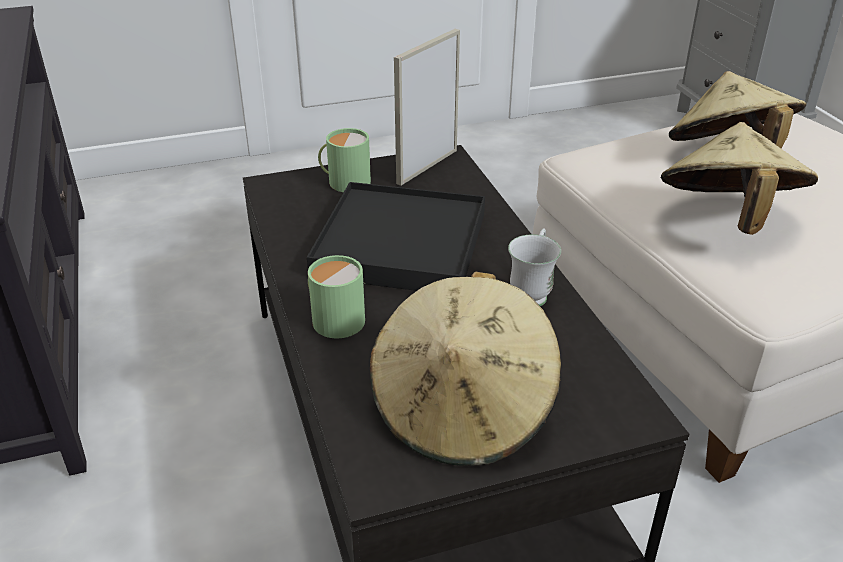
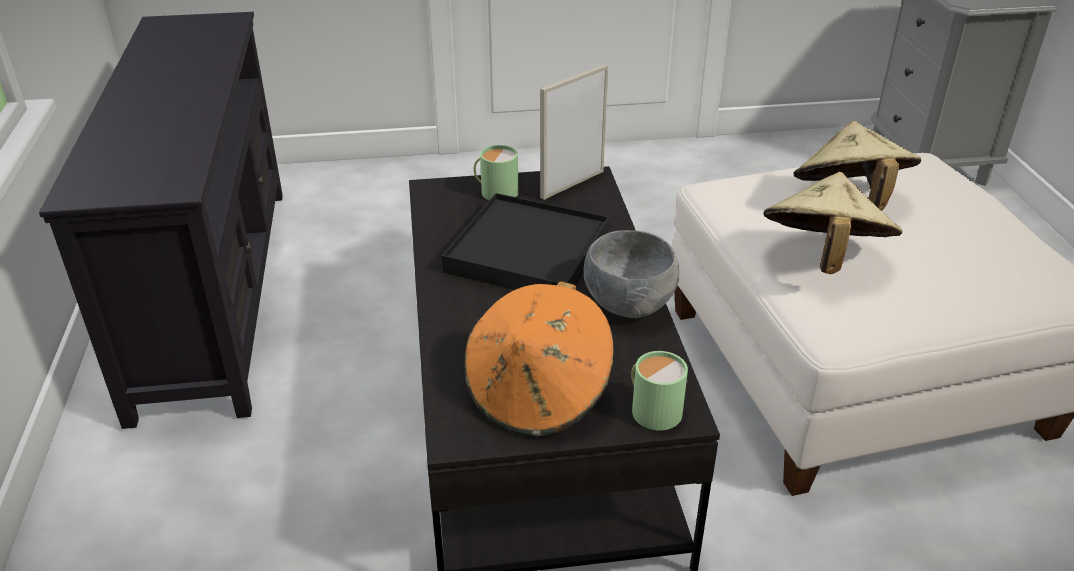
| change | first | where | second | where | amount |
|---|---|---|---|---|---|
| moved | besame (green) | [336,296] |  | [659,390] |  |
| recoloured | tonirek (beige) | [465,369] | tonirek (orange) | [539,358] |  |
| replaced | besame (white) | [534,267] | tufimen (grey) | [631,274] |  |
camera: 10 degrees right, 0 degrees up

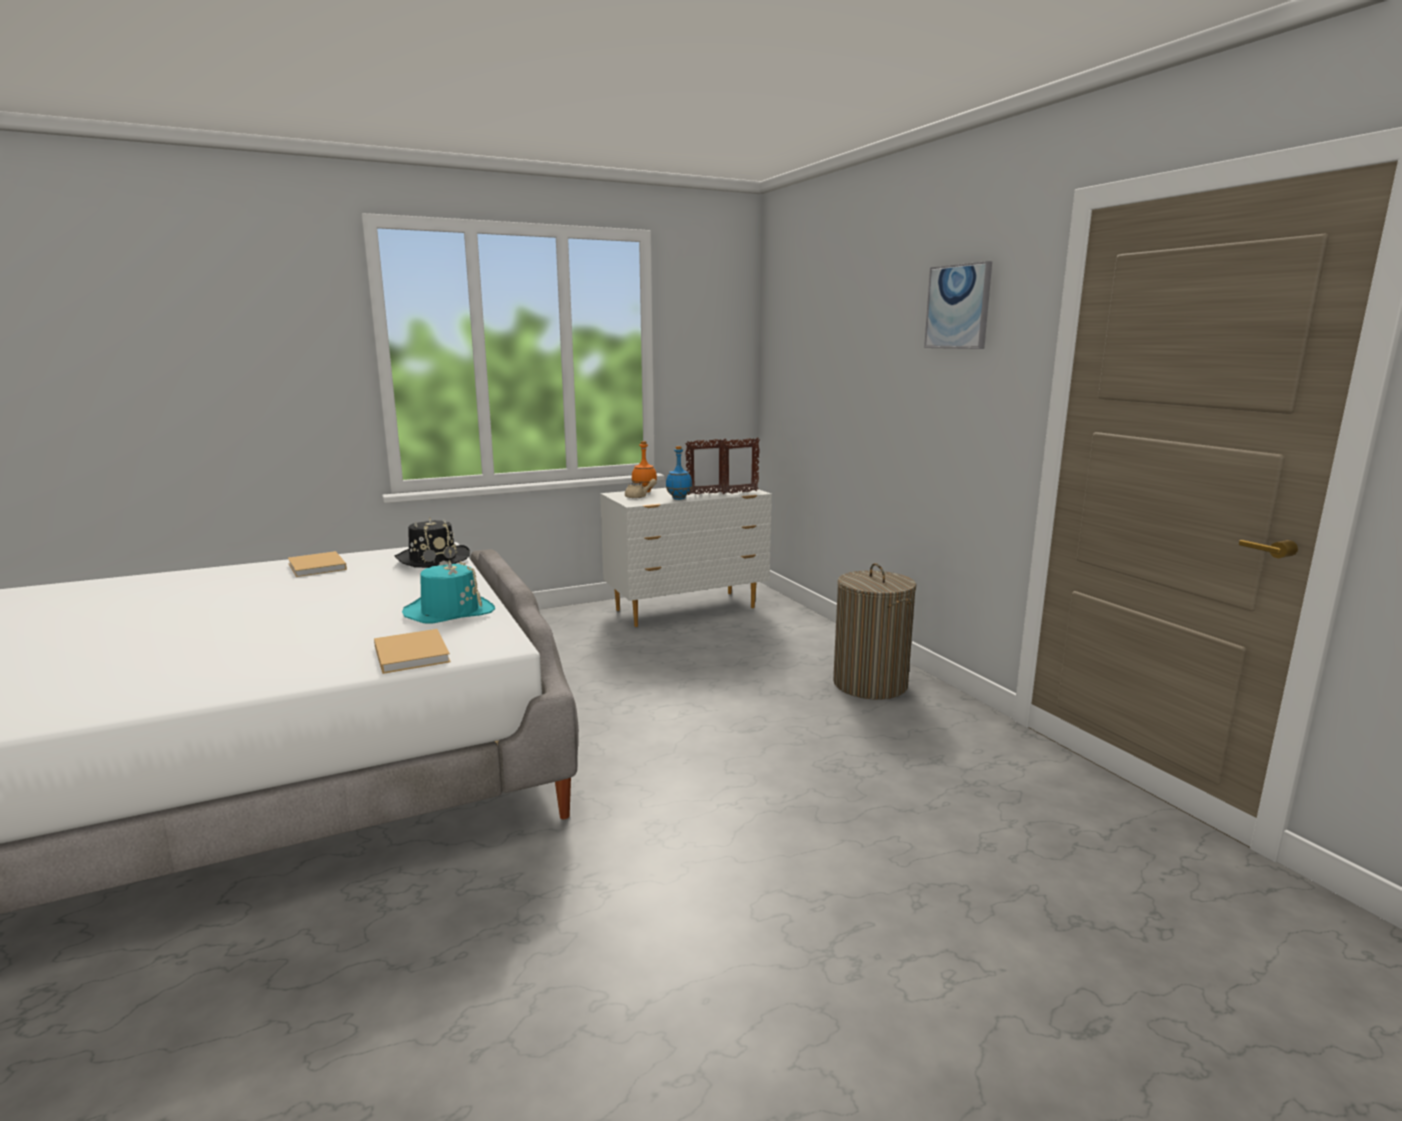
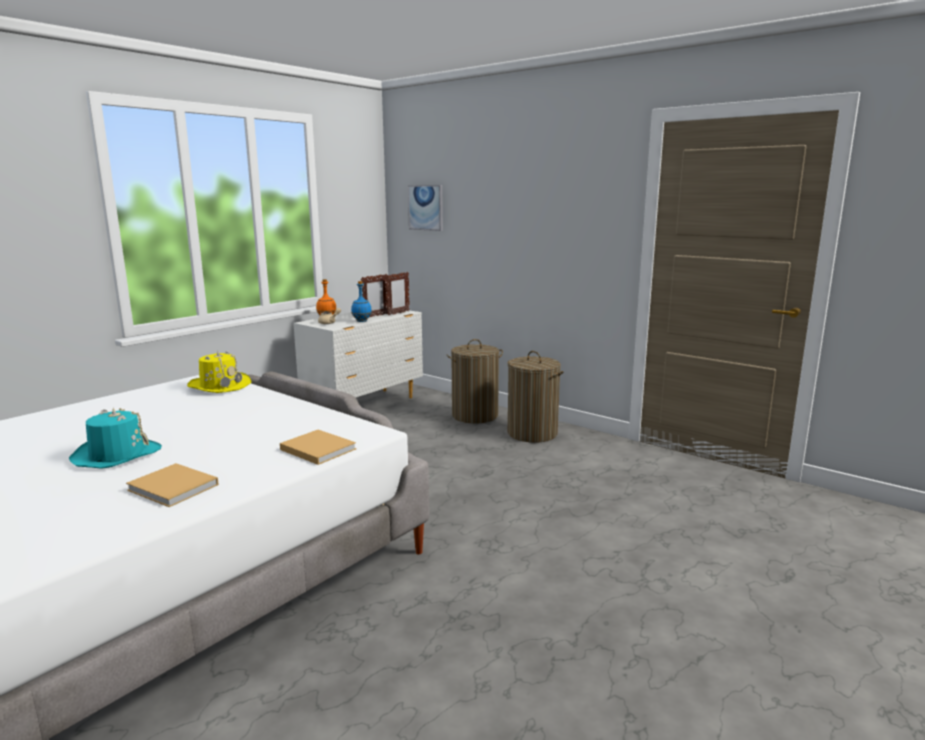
| change | first | where | second | where | amount |
|---|---|---|---|---|---|
| moved | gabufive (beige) | [317,564] |  | [172,485] |  |
| recoloured | tonirek (black) | [432,543] | tonirek (yellow) | [219,372] |  |
| moved | tonirek (turquoise) | [448,592] |  | [115,438] |  |
| moved | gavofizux | [958,305] |  | [425,208] |  |
| added |  |  | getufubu | [474,381] |  |
camera: 25 degrees left, 0 degrees up

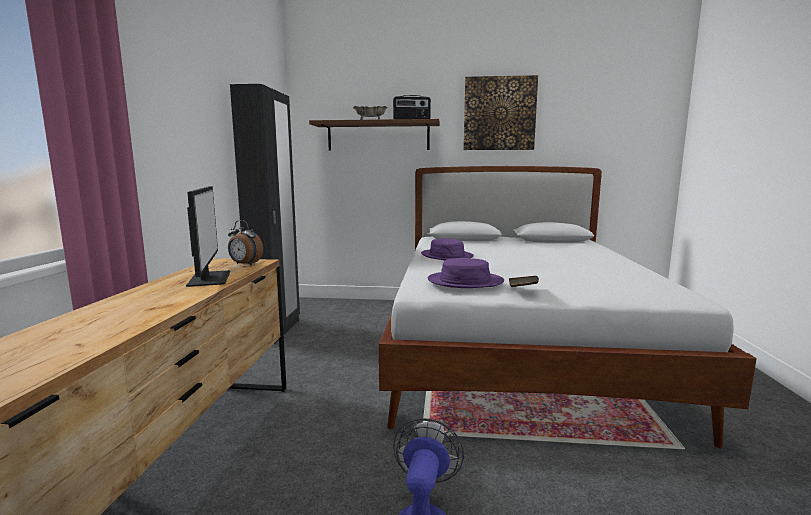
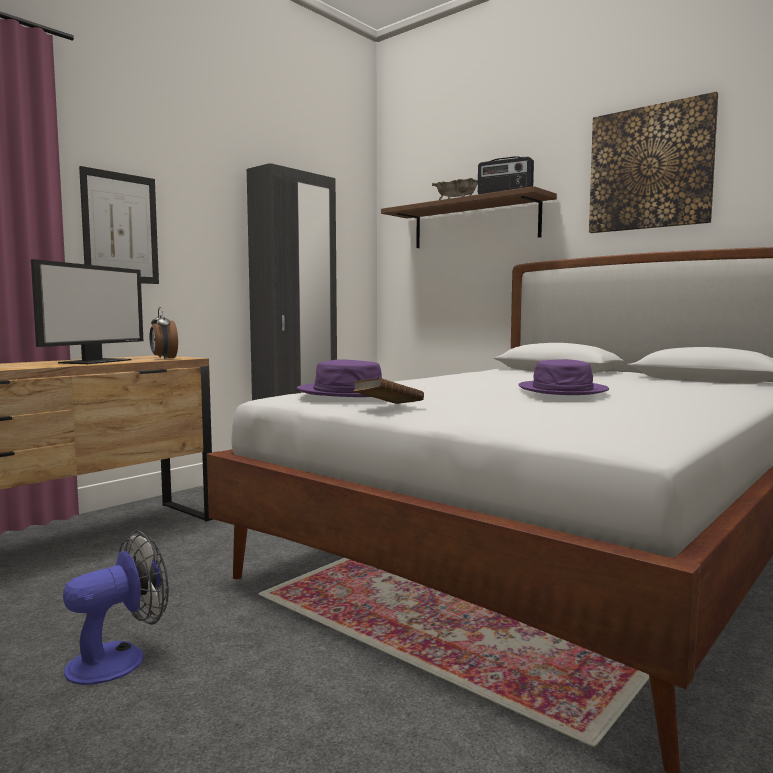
| change | first | where | second | where | amount |
|---|---|---|---|---|---|
| moved | tonirek (purple) | [447,249] |  | [563,377] |  |
| added |  |  | gavofizux | [119,225] |  |
camera: 35 degrees right, 5 degrees down

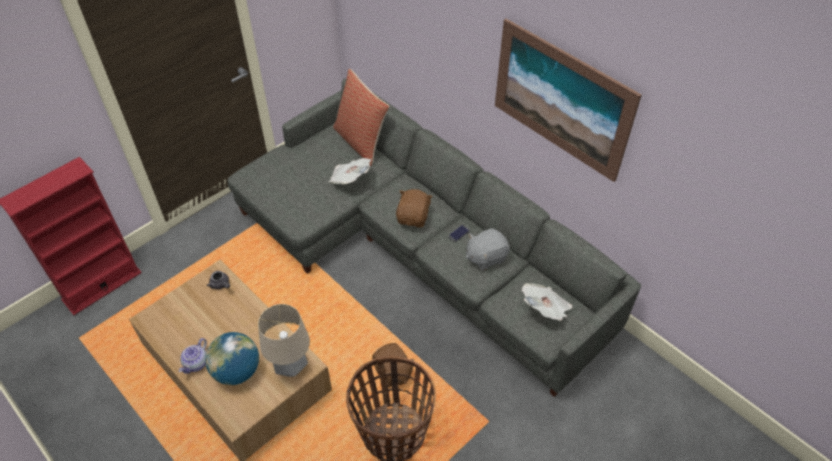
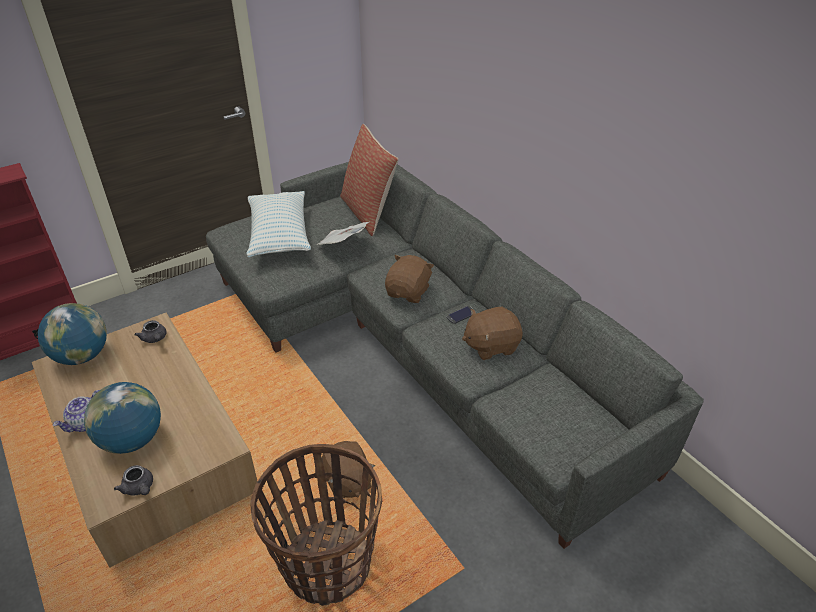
| change | first | where | second | where | amount |
|---|---|---|---|---|---|
| removed | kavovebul | [284,340] |  |  |  |
| recoloured | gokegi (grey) | [488,249] | gokegi (brown) | [492,333] |  |
| removed | gavofizux | [568,100] |  |  |  |
| removed | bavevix | [547,302] |  |  |  |
| added |  |  | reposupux | [72,334] |  |
| added |  |  | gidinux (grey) | [133,480] |  |
| added |  |  | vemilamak | [278,224] |  |
camera: 10 degrees right, 10 degrees down

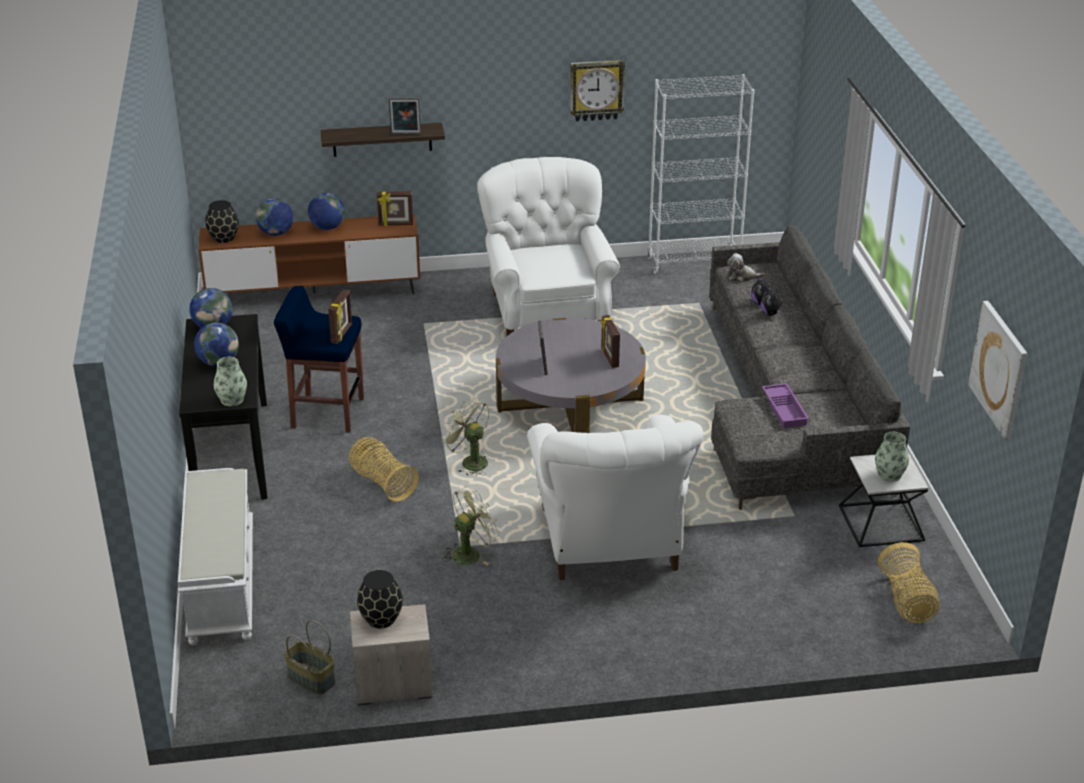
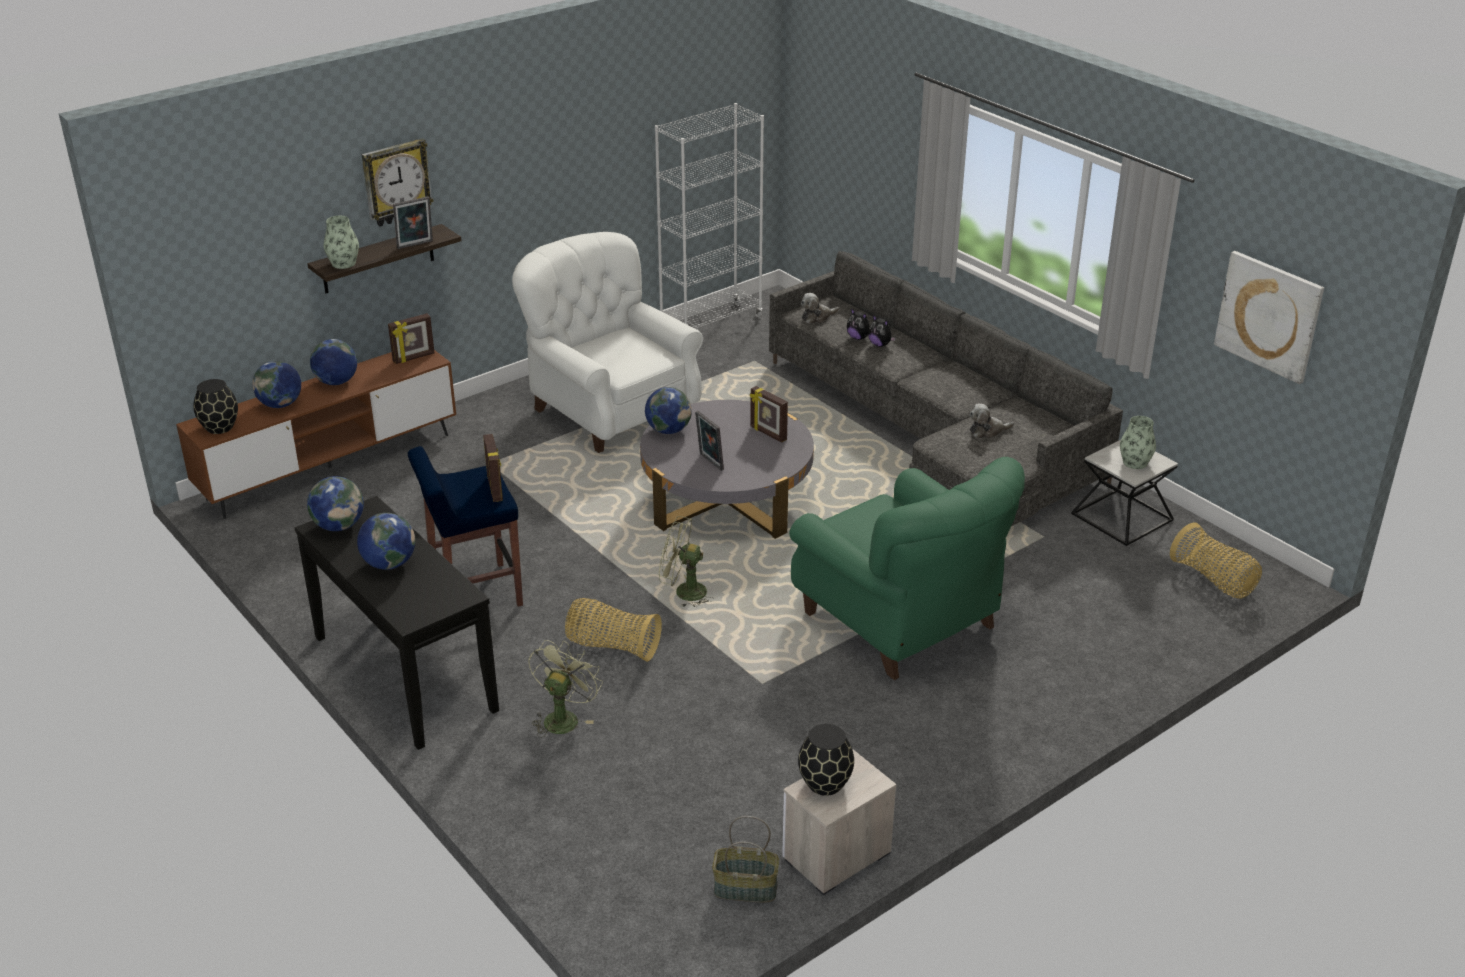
| change | first | where | second | where | amount |
|---|---|---|---|---|---|
| removed | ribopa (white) | [215,556] |  |  |  |
| moved | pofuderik | [230,381] |  | [341,242] |  |
| moved | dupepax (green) | [472,525] |  | [565,689] |  |
| recoloured | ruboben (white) | [615,497] | ruboben (green) | [907,568] |  |
| moved | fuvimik | [597,90] |  | [398,182] |  |
| replaced | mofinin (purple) | [785,405] | gokegi | [992,421] |  |
| added |  |  | reposupux | [668,410] |  |
camera: 30 degrees left, 0 degrees up

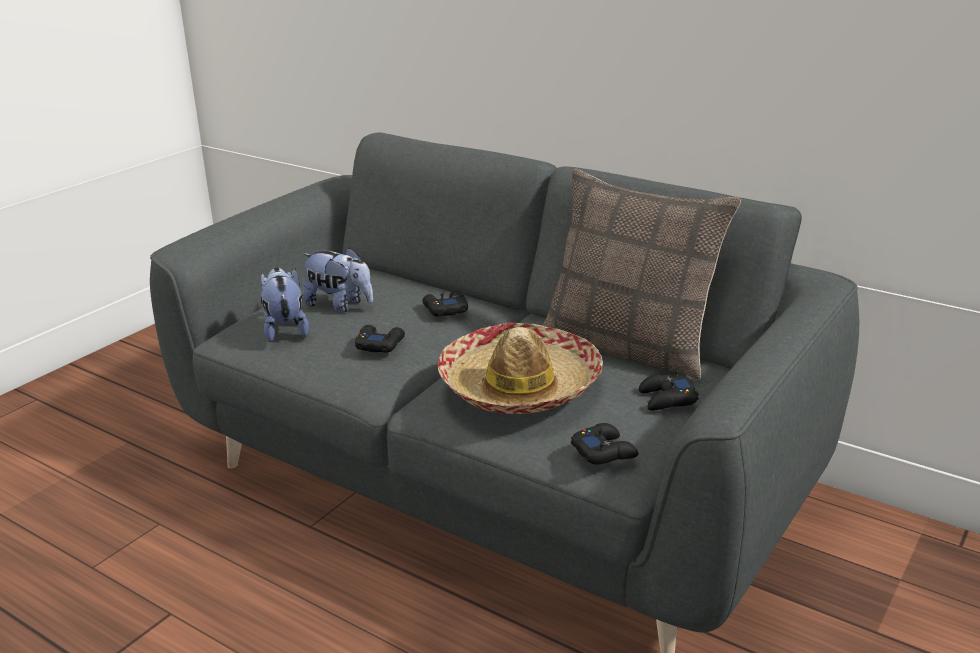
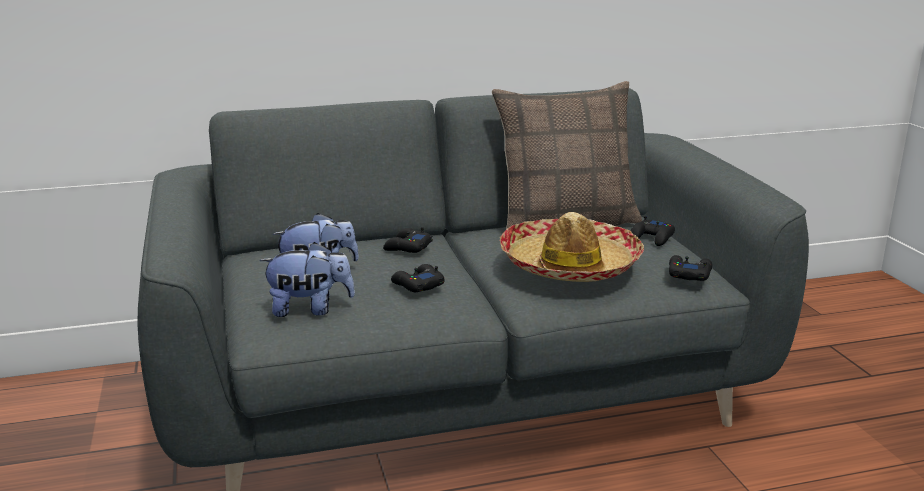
| change | first | where | second | where | amount |
|---|---|---|---|---|---|
| turned | gokegi | [285,304] |  | [307,279] | 150 degrees clockwise |
camera: 50 degrees left, 5 degrees down

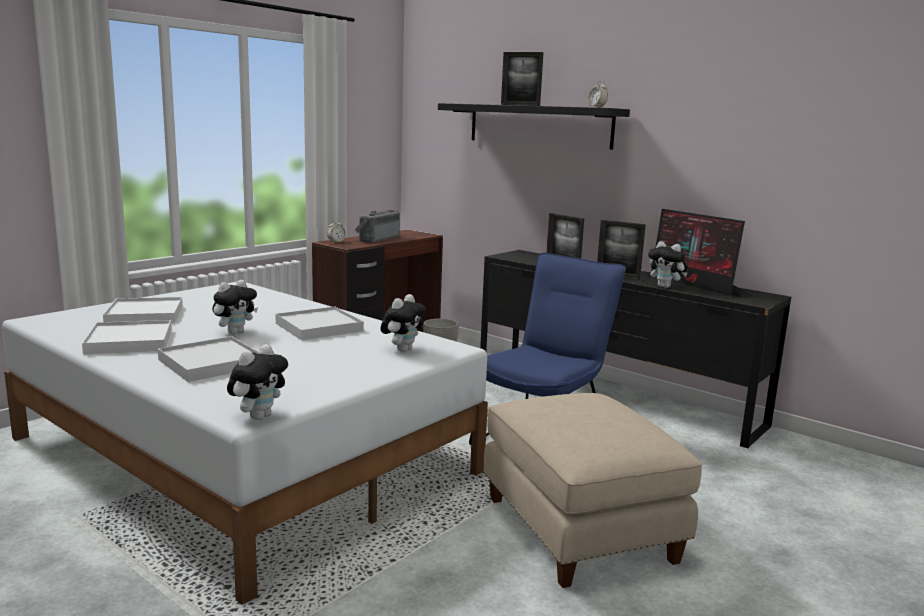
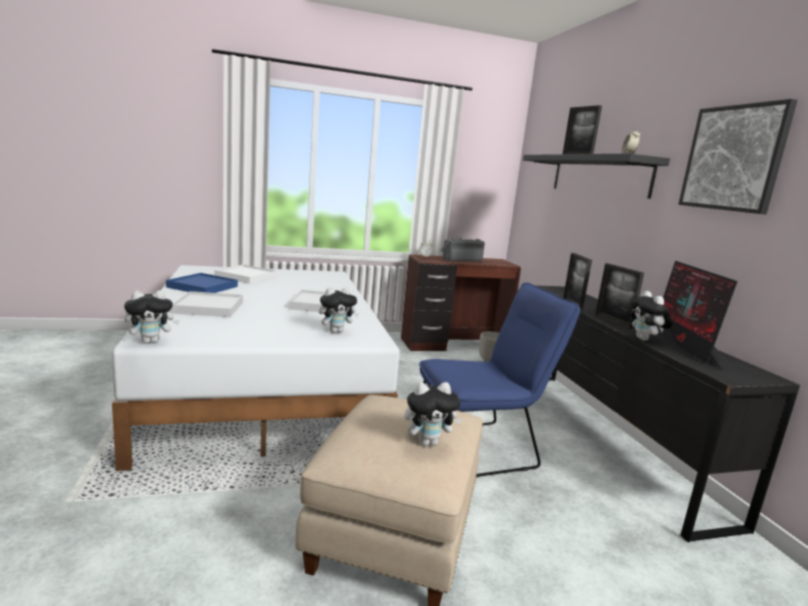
| change | first | where | second | where | amount |
|---|---|---|---|---|---|
| recoloured | mofinin (white) | [127,337] | mofinin (blue) | [202,283] |  |
| moved | gokegi | [235,307] |  | [433,414] |  |
| added |  |  | gavofizux | [738,156] |  |
camera: 35 degrees right, 0 degrees up

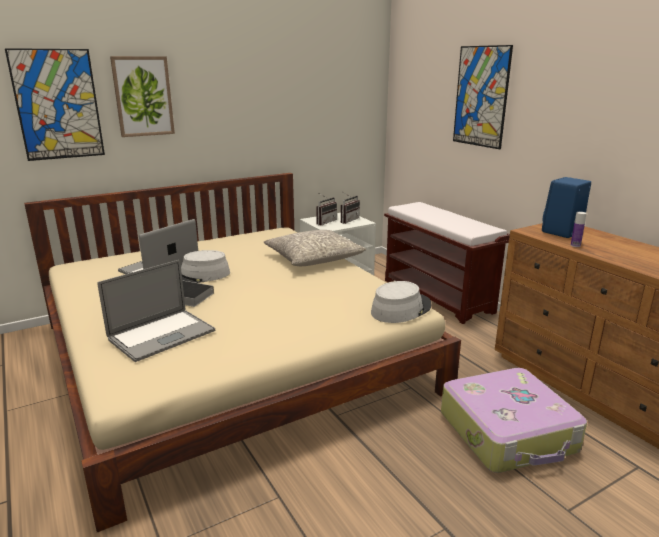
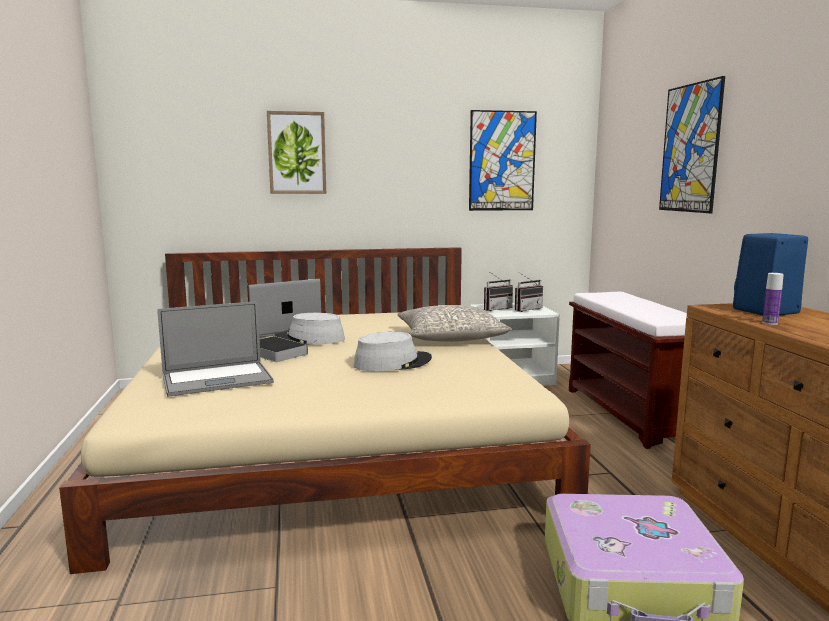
| change | first | where | second | where | amount |
|---|---|---|---|---|---|
| moved | gavofizux | [55,104] |  | [503,160] |  |
| moved | tonirek (grey) | [401,302] |  | [392,351] |  |
camera: 20 degrees right, 10 degrees down

